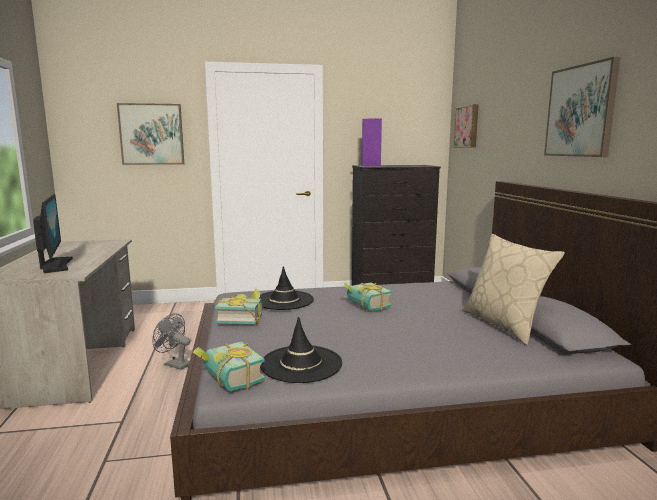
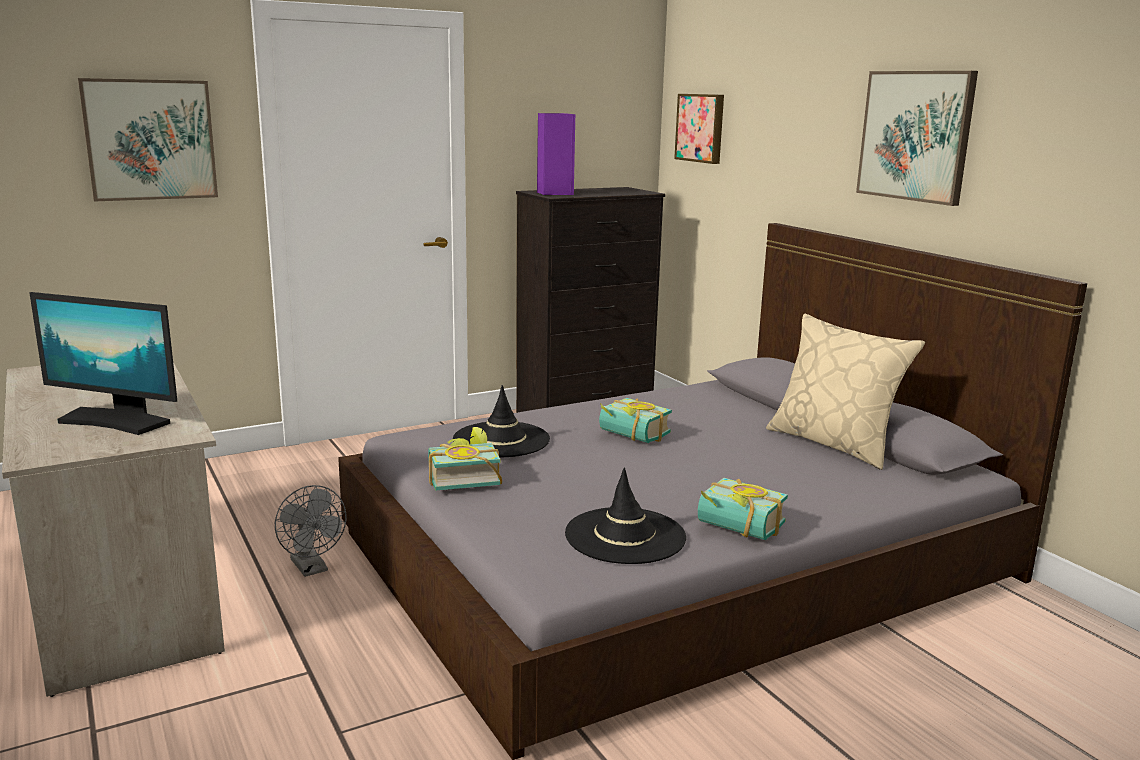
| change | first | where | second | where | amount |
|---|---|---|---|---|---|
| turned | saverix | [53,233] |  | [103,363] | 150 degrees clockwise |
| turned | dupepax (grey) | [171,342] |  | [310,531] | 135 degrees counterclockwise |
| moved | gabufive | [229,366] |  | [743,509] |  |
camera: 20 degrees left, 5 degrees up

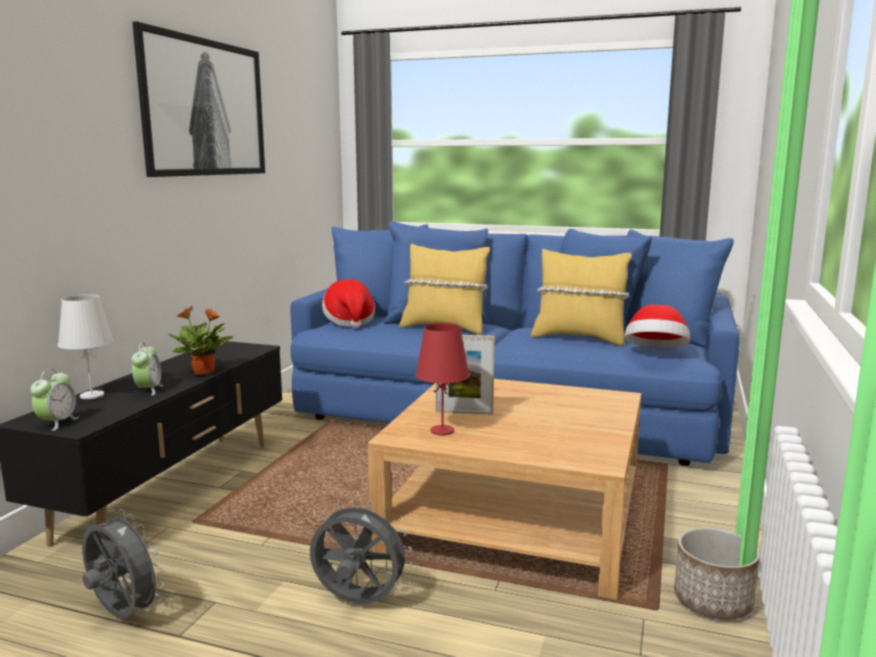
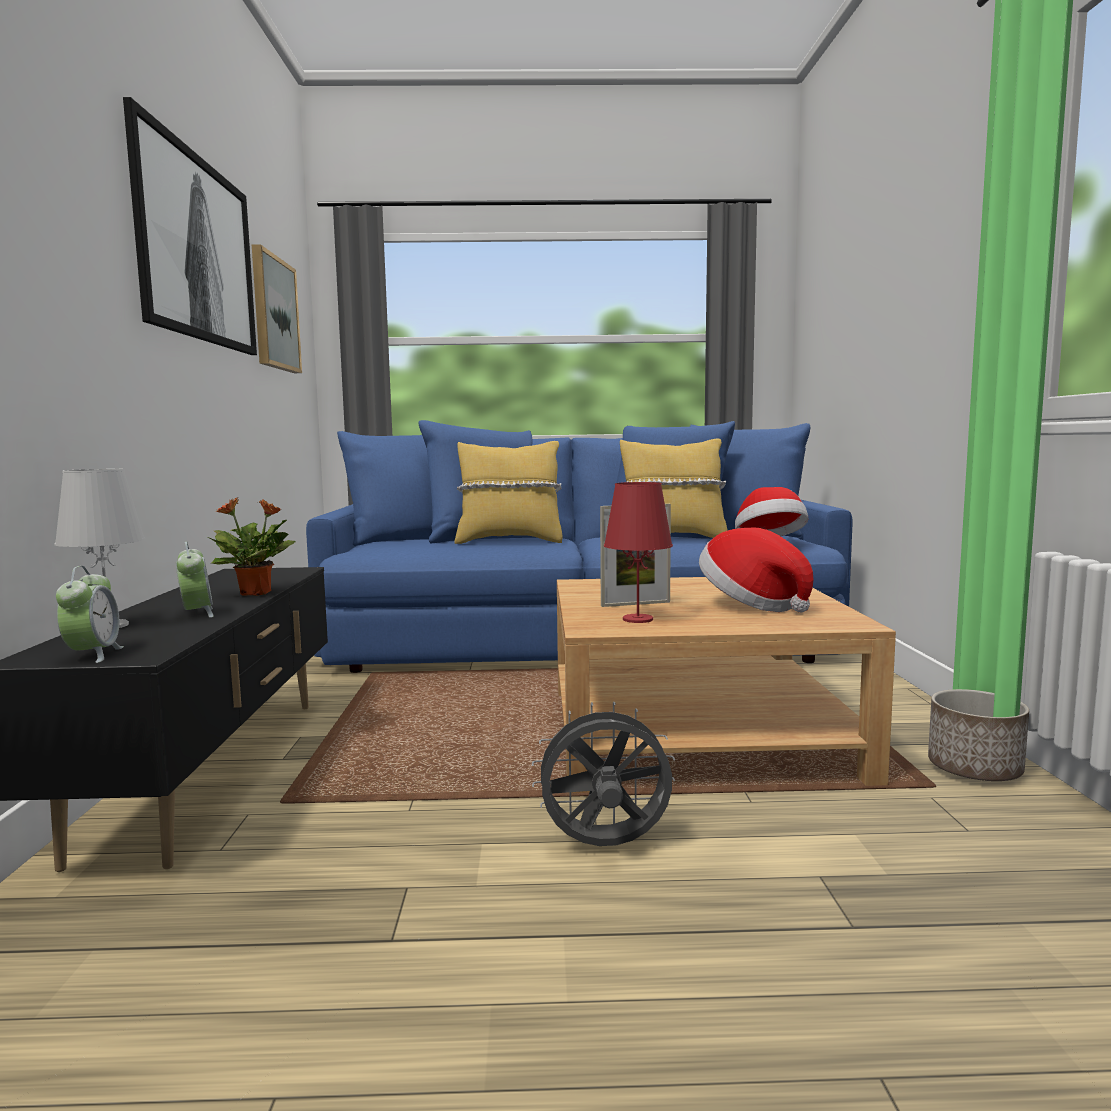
| change | first | where | second | where | amount |
|---|---|---|---|---|---|
| removed | dupepax (grey) | [123,564] |  |  |  |
| moved | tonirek | [348,304] |  | [756,570] |  |
| added |  |  | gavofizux | [277,308] |  |
camera: 20 degrees left, 5 degrees down

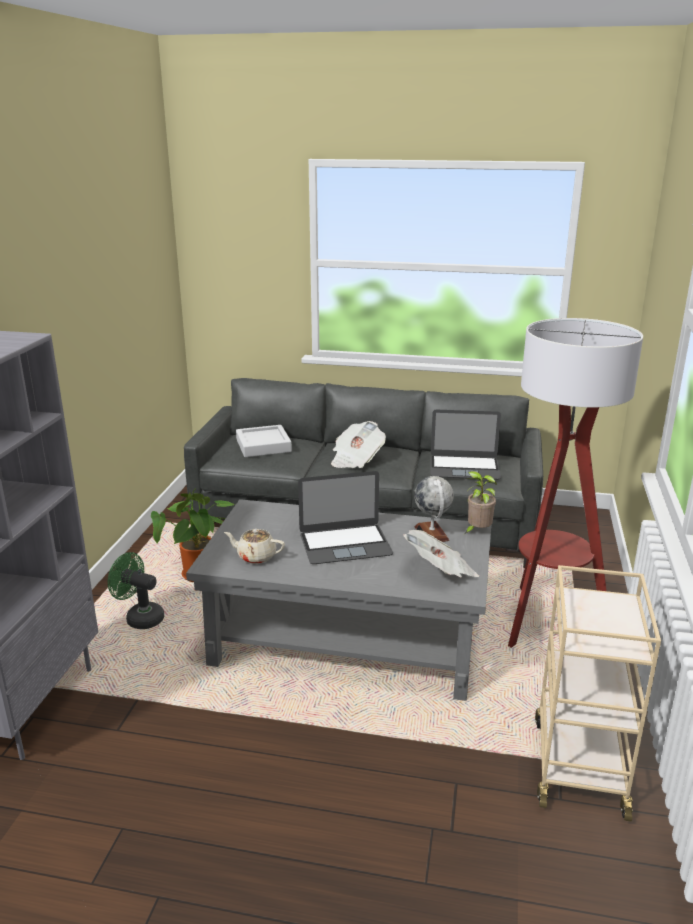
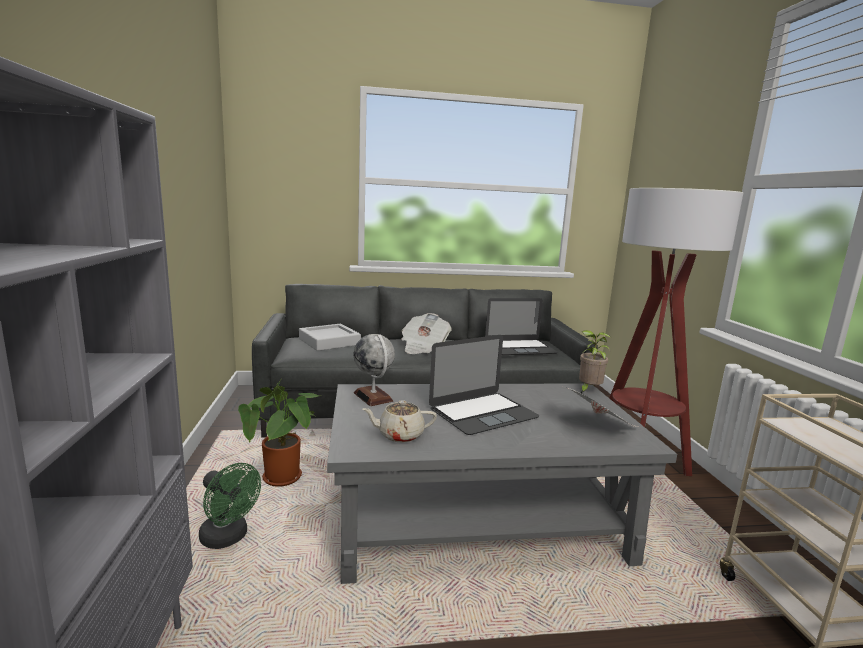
| change | first | where | second | where | amount |
|---|---|---|---|---|---|
| turned | dupepax (green) | [136,590] |  | [230,506] | 150 degrees counterclockwise |
| moved | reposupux | [434,509] |  | [374,370] |  |
camera: 20 degrees left, 10 degrees down

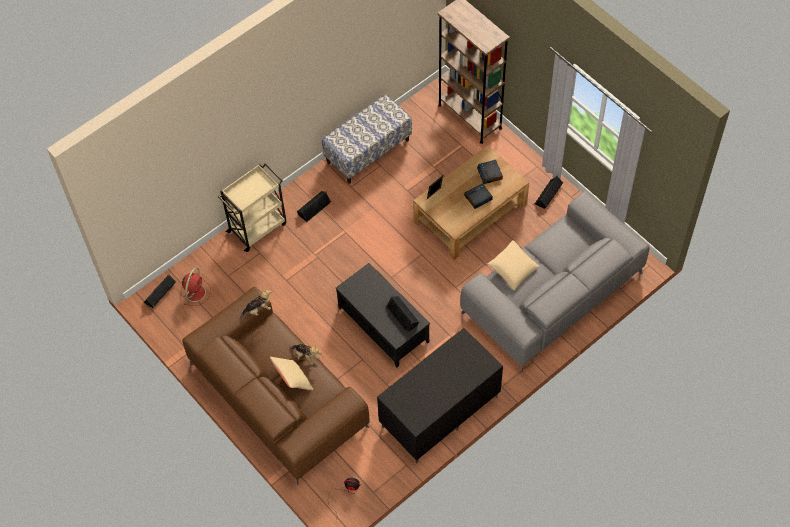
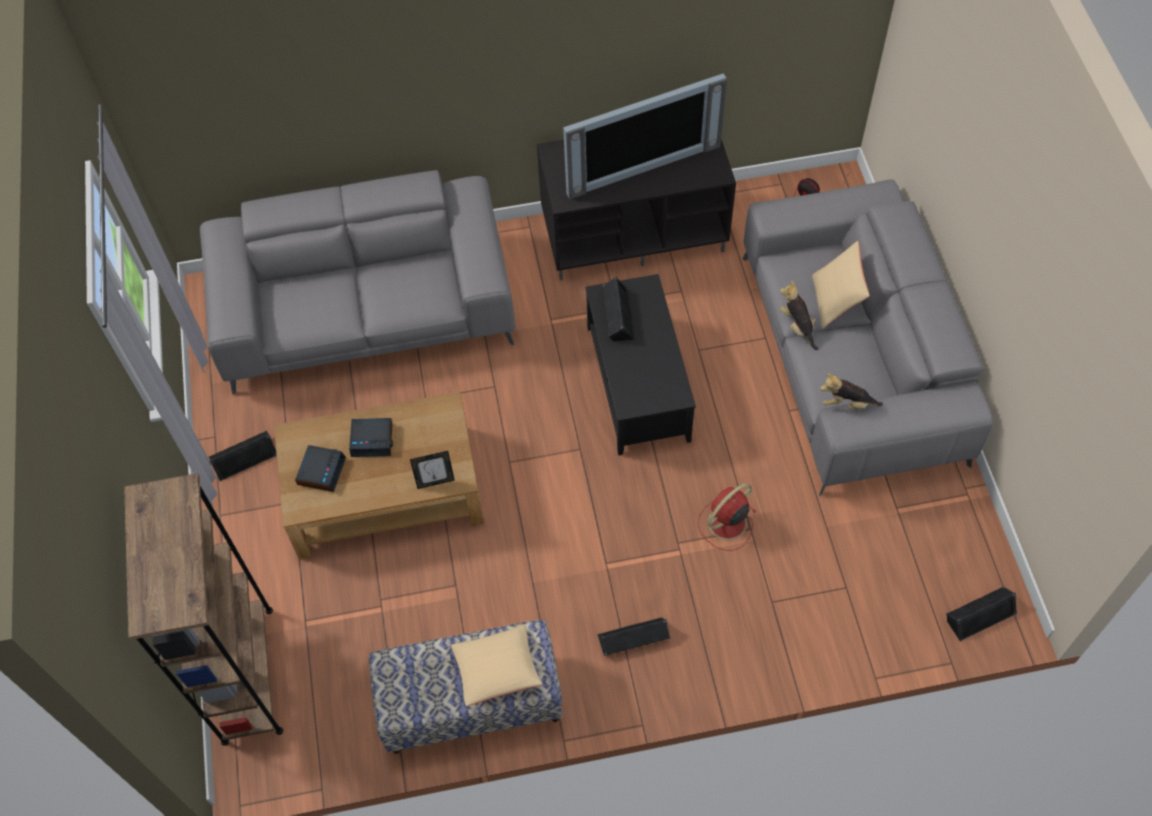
| change | first | where | second | where | amount |
|---|---|---|---|---|---|
| moved | dupepax (red) | [196,287] |  | [727,517] |  |
| recoloured | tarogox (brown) | [276,386] | tarogox (grey) | [867,338] |  |
| removed | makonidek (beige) | [252,208] |  |  |  |
| moved | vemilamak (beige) | [514,265] |  | [497,665] |  |
| added |  |  | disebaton | [645,137] |  |
camera: 150 degrees left, 0 degrees up

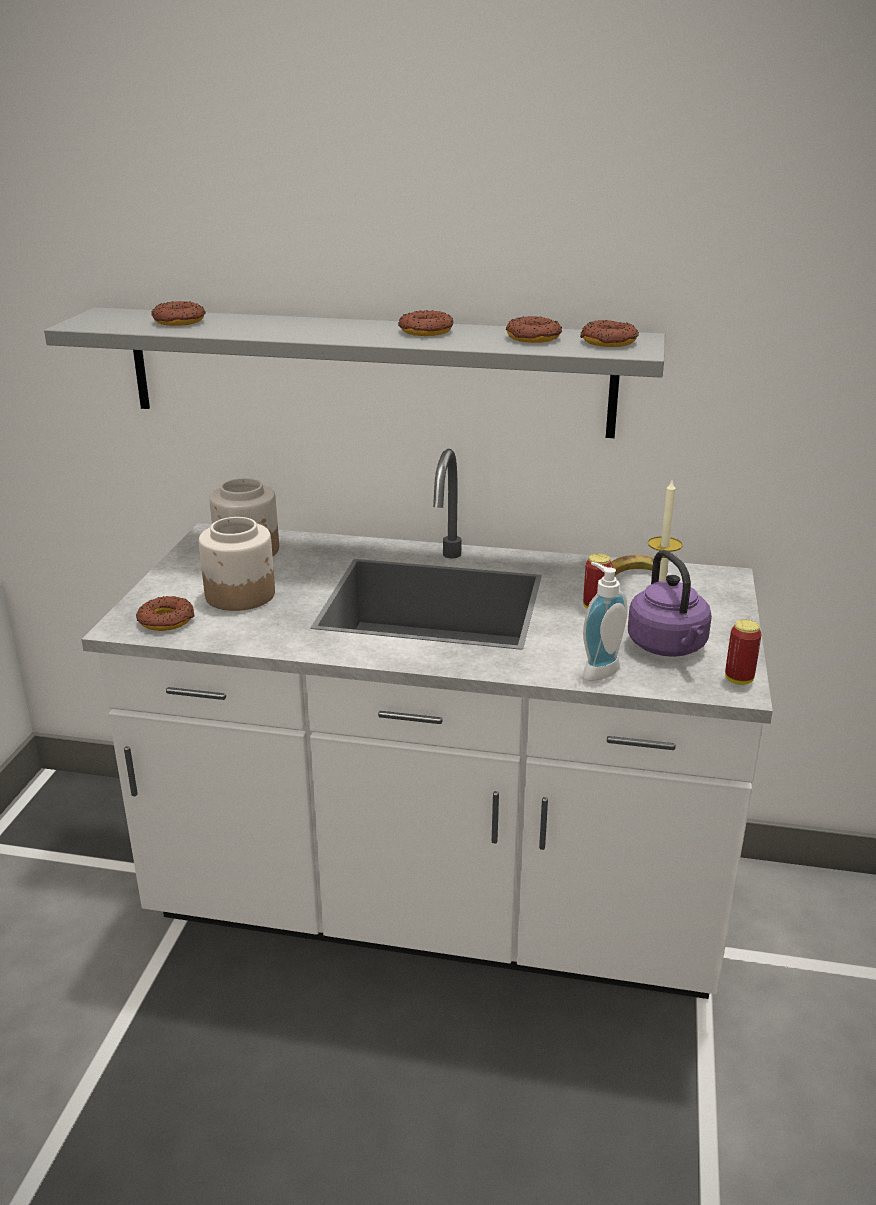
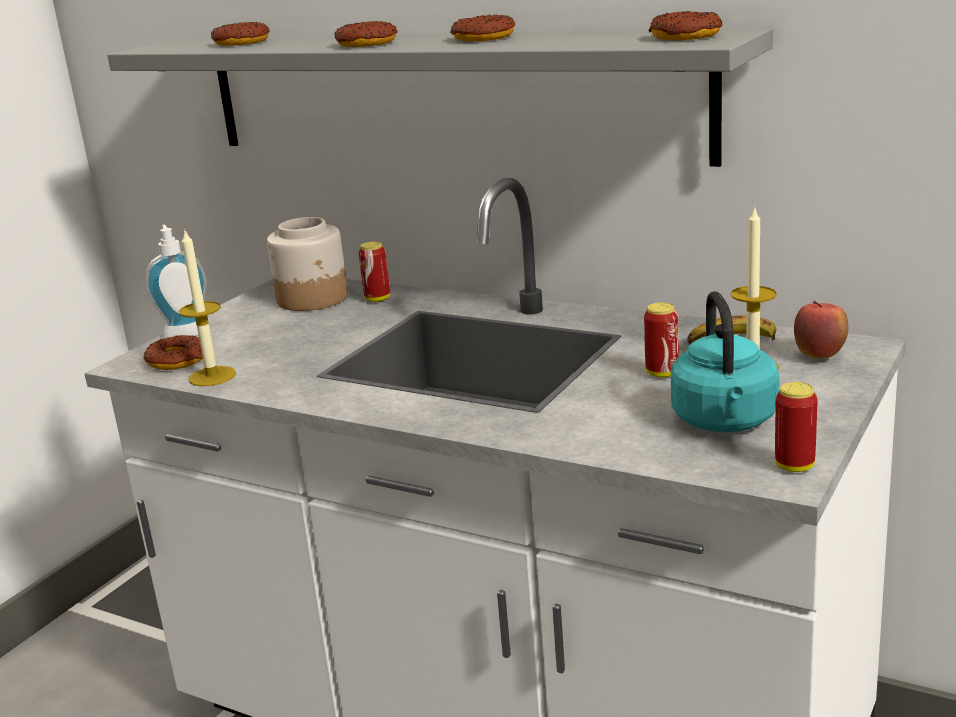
| change | first | where | second | where | amount |
|---|---|---|---|---|---|
| removed | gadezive | [237,564] |  |  |  |
| moved | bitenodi | [534,329] |  | [366,34] |  |
| moved | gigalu | [605,621] |  | [176,281] |  |
| recoloured | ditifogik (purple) | [670,603] | ditifogik (turquoise) | [725,361] |  |
| added |  |  | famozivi | [207,307] |  |
| added |  |  | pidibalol | [374,272] |  |
| added |  |  | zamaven | [821,329] |  |
camera: 20 degrees right, 5 degrees down

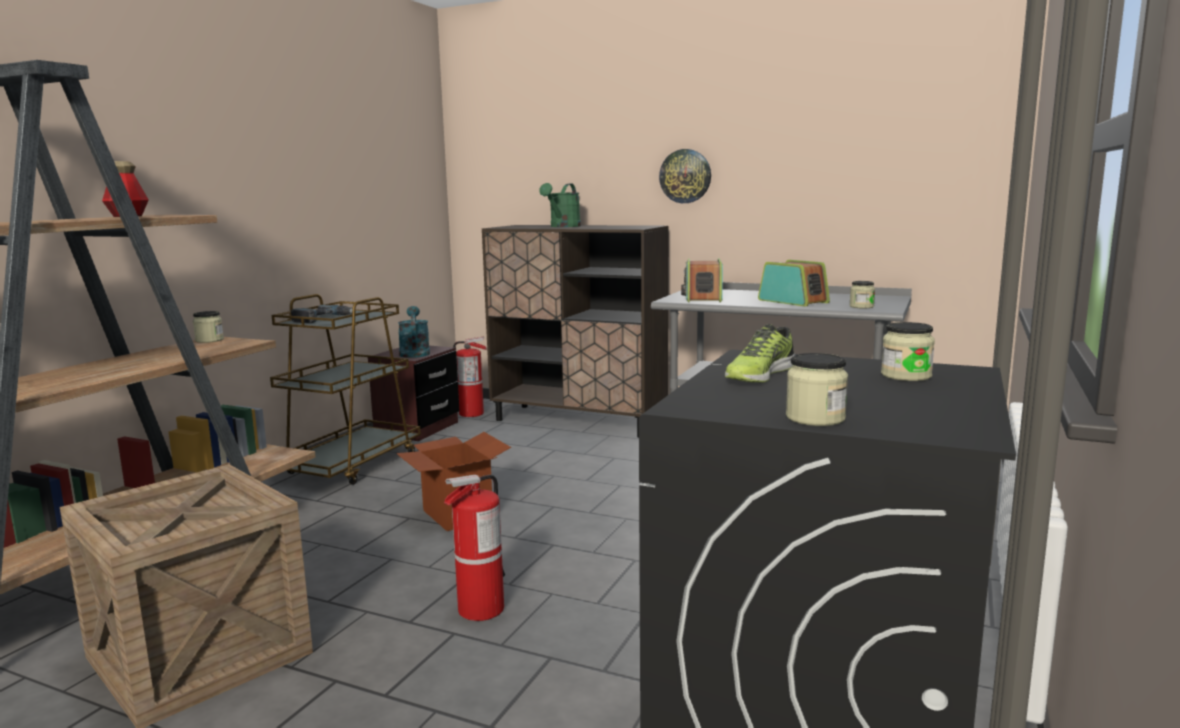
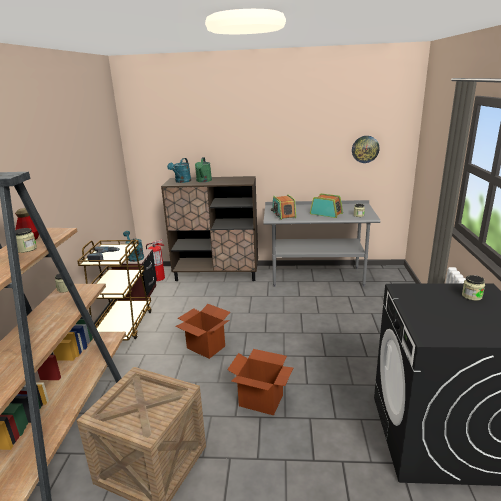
| change | first | where | second | where | amount |
|---|---|---|---|---|---|
| replaced | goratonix | [474,548] | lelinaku | [260,382] |  |
| moved | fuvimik | [685,176] |  | [366,149] |  |
| removed | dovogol | [760,353] |  |  |  |
| moved | gadezive | [817,389] |  | [26,240] |  |
| added |  |  | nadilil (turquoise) | [179,170] |  |
camera: 20 degrees left, 10 degrees up

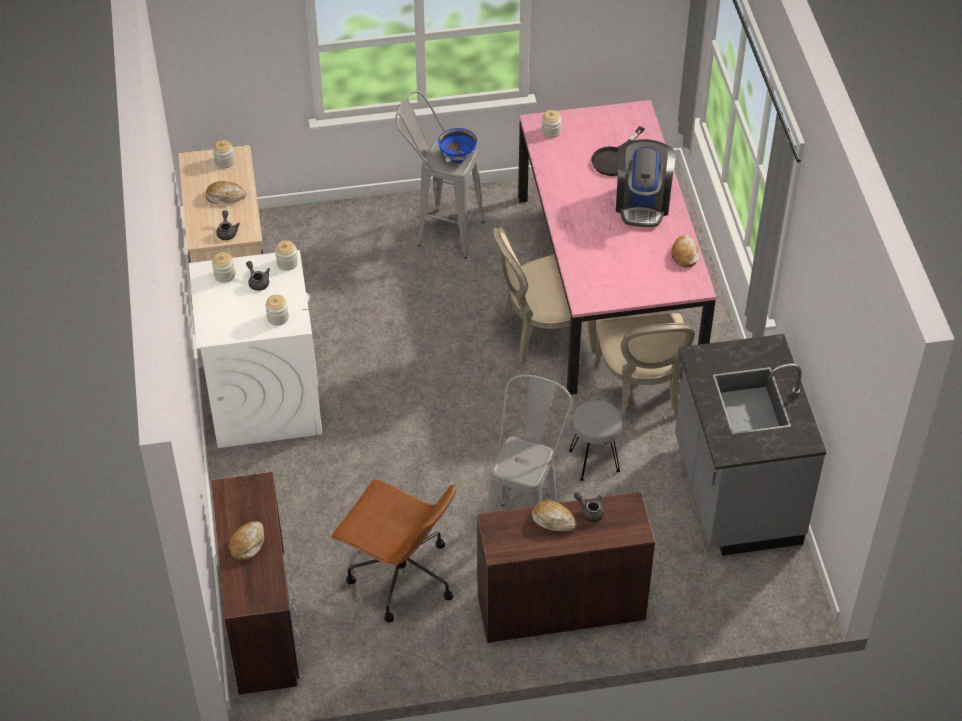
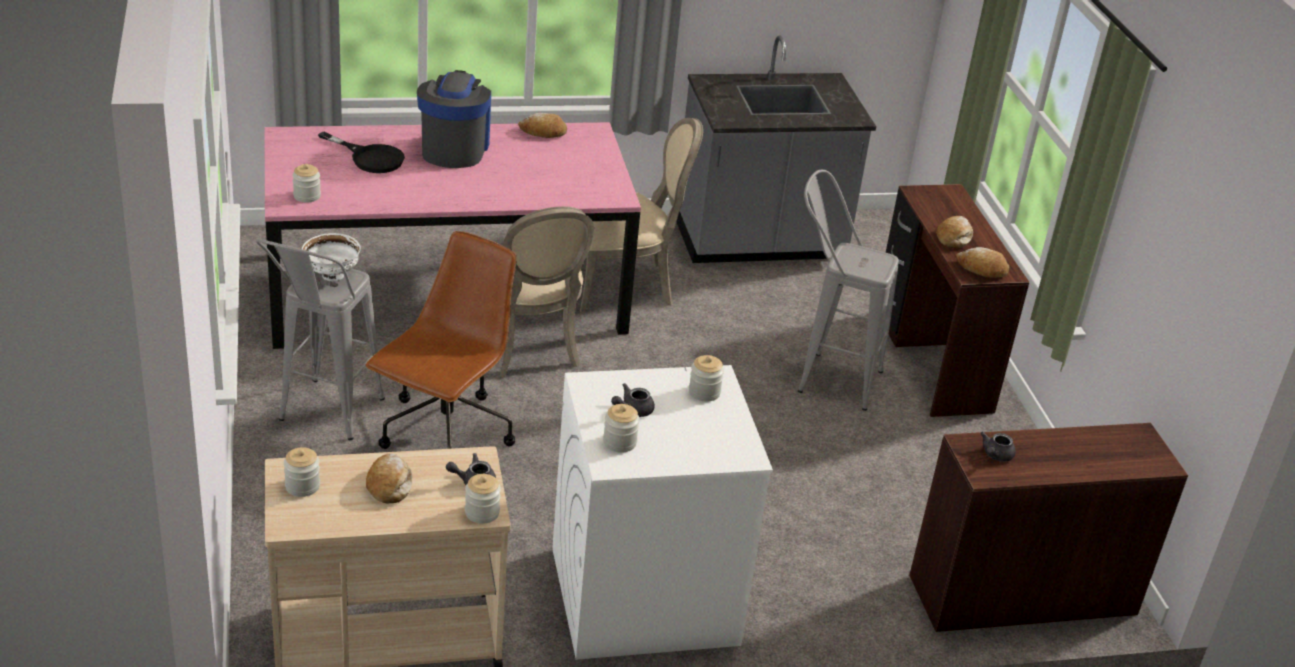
| change | first | where | second | where | amount |
|---|---|---|---|---|---|
| moved | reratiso | [246,541] |  | [982,262] |  |
| moved | gadezive | [286,255] |  | [483,499] |  |
| moved | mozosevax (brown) | [394,551] |  | [441,340] |  |
| recoloured | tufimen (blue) | [457,145] | tufimen (white) | [331,257] |  |
| removed | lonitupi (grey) | [595,440] |  |  |  |
| moved | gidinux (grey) | [589,507] |  | [998,447] |  |
| turned | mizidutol | [646,183] |  | [454,119] | 90 degrees counterclockwise |
camera: 95 degrees left, 15 degrees down

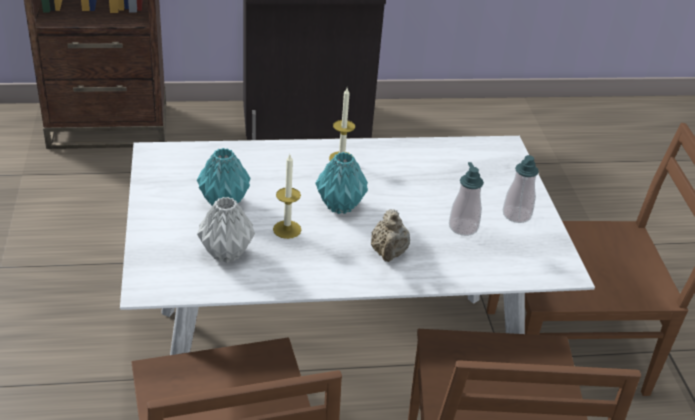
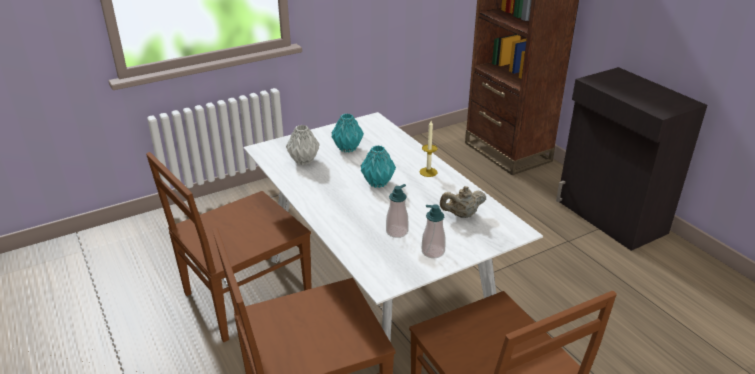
| change | first | where | second | where | amount |
|---|---|---|---|---|---|
| removed | famozivi | [287,196] |  |  |  |
| moved | gidinux (beige) | [390,235] |  | [463,202] |  |
camera: 70 degrees right, 5 degrees down

